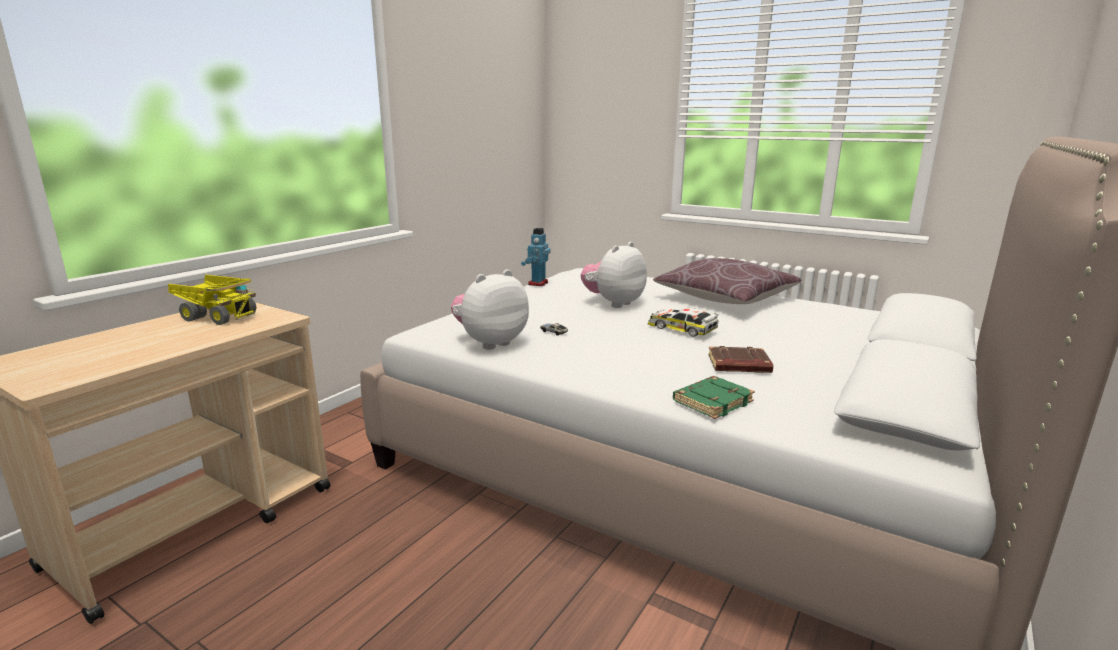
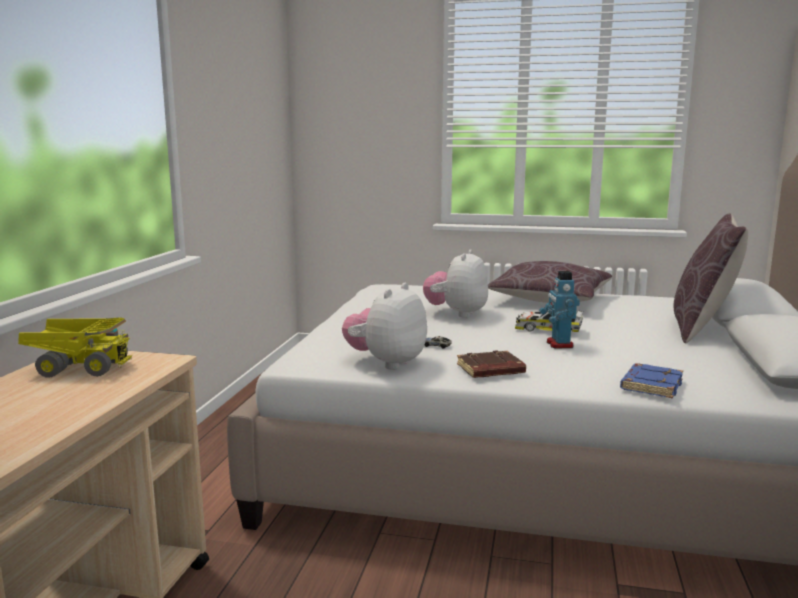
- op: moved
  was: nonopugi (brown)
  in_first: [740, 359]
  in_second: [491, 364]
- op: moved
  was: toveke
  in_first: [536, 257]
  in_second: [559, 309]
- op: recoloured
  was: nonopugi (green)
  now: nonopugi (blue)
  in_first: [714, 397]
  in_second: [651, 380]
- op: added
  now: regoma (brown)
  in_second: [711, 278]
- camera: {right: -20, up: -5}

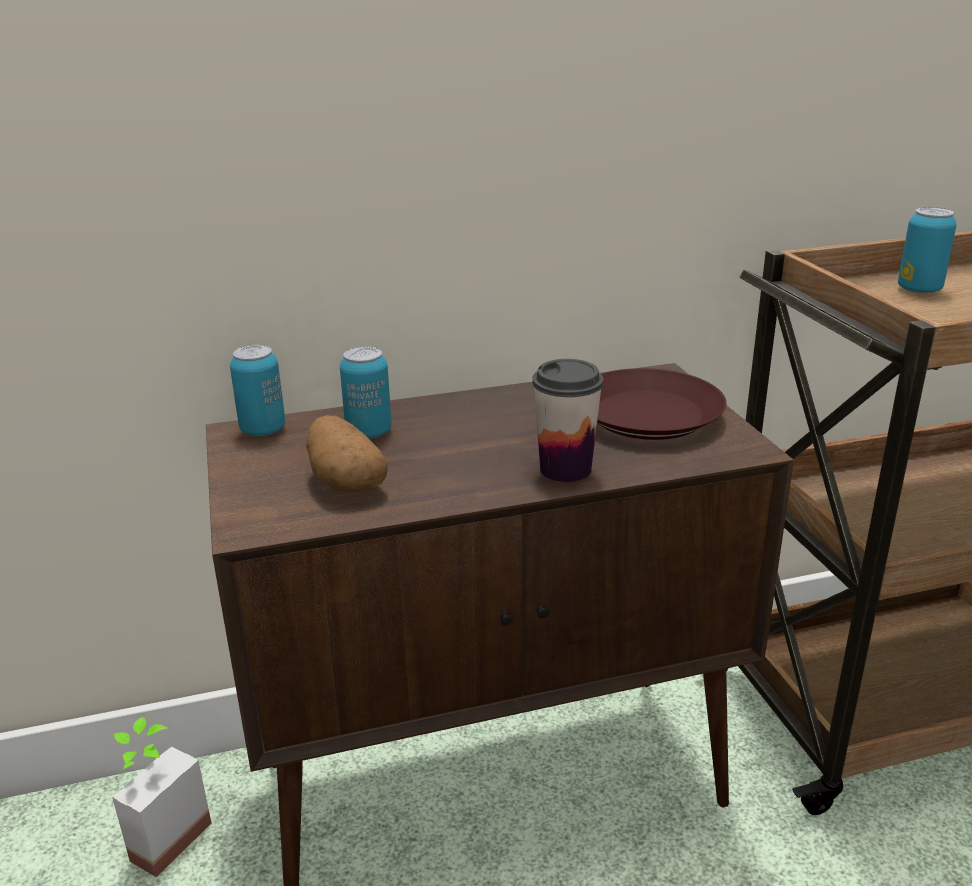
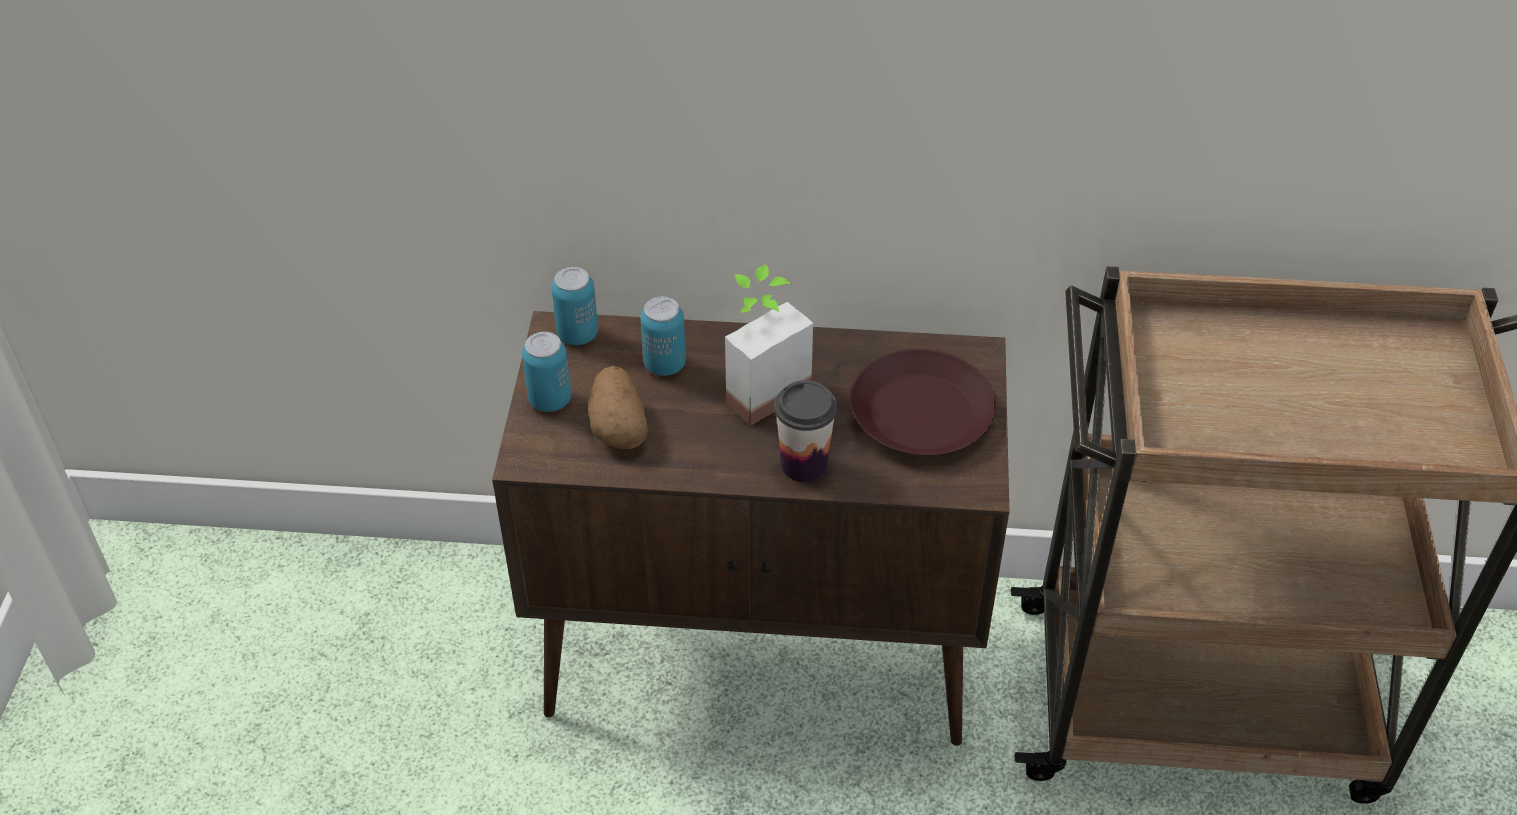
- op: moved
  was: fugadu
  in_first: [927, 250]
  in_second: [546, 372]
- op: moved
  was: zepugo
  in_first: [161, 797]
  in_second: [769, 344]
- camera: {right: 20, up: 20}

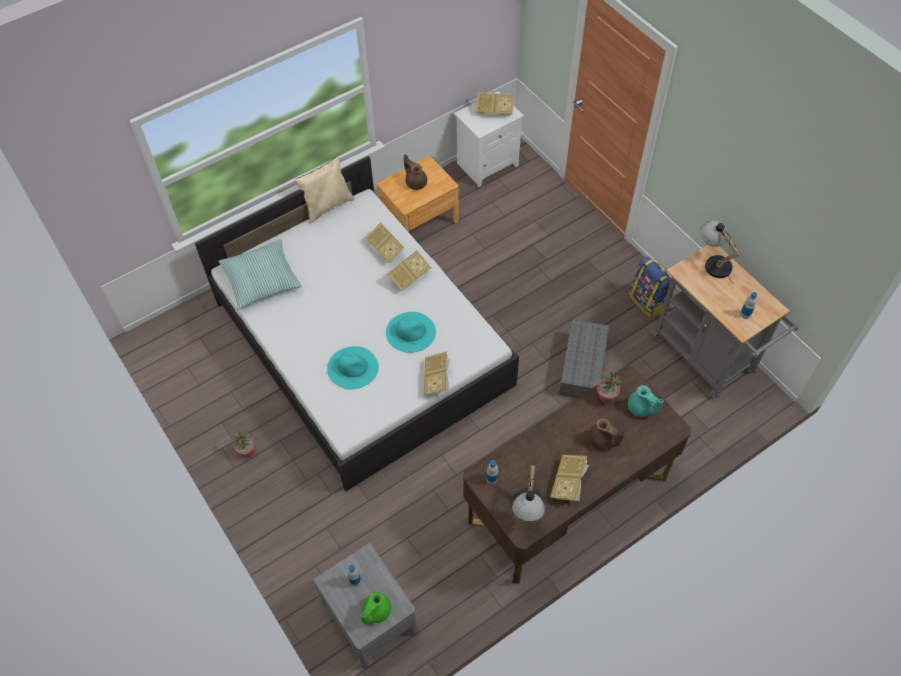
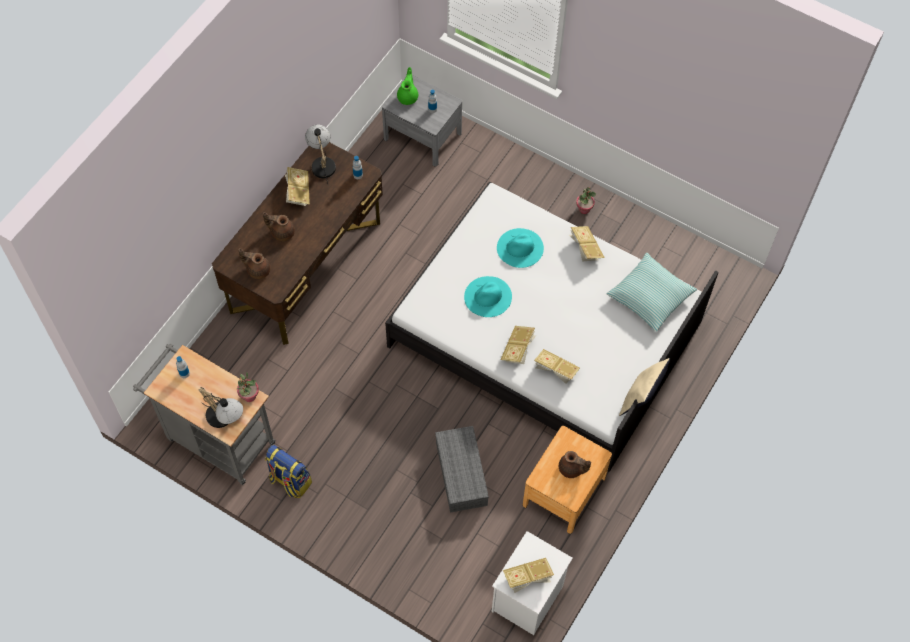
- op: moved
  was: zepugo
  in_first: [609, 388]
  in_second: [248, 387]
- op: recoloured
  was: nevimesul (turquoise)
  now: nevimesul (brown)
  in_first: [646, 401]
  in_second: [255, 263]
- op: moved
  was: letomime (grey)
  in_first: [584, 358]
  in_second: [462, 469]
- op: moved
  was: nonopugi
  in_first: [437, 373]
  in_second: [587, 243]
- camera: {right: 155, up: 5}

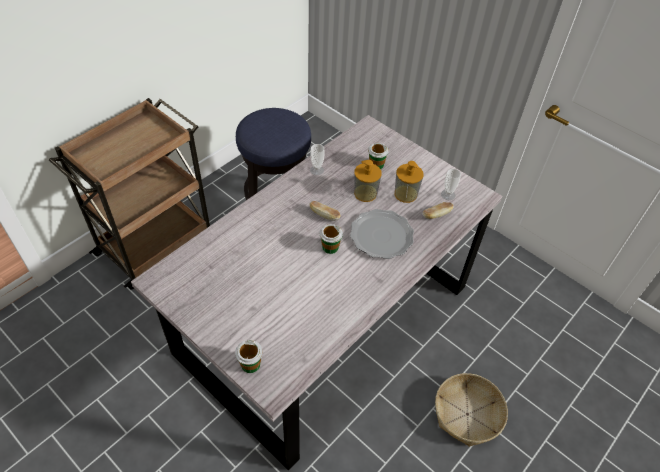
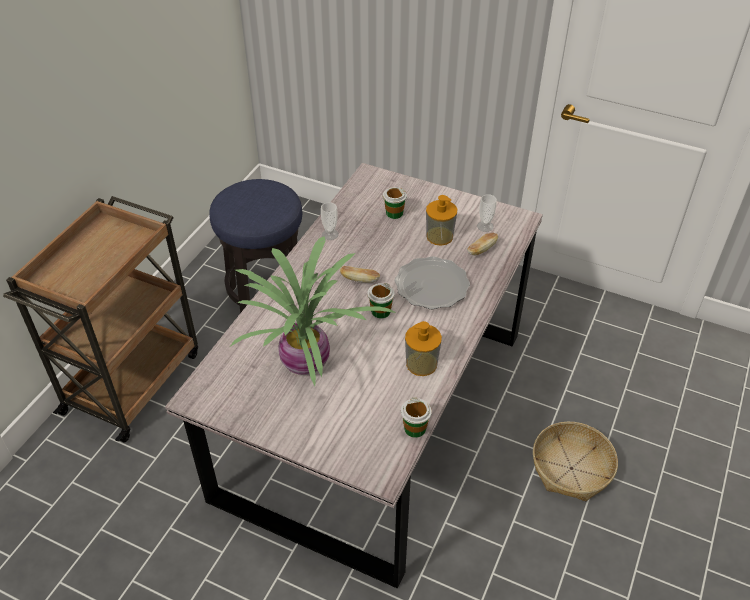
- op: added
  now: zepugo
  in_second: [313, 311]
- op: moved
  was: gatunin
  in_first: [249, 356]
  in_second: [416, 417]
- op: moved
  was: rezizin
  in_first: [368, 181]
  in_second: [423, 348]
- camera: {right: -15, up: -5}

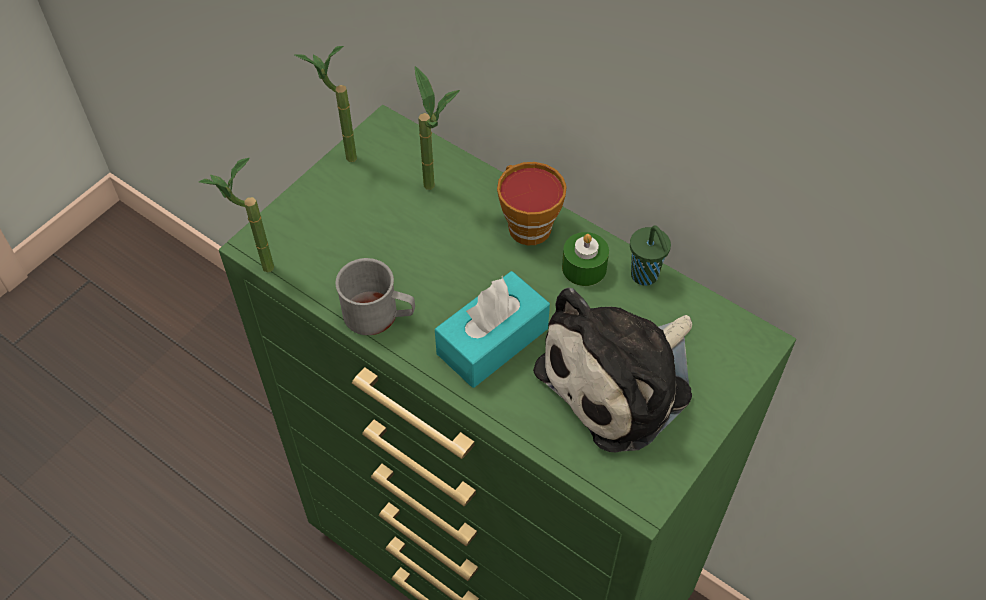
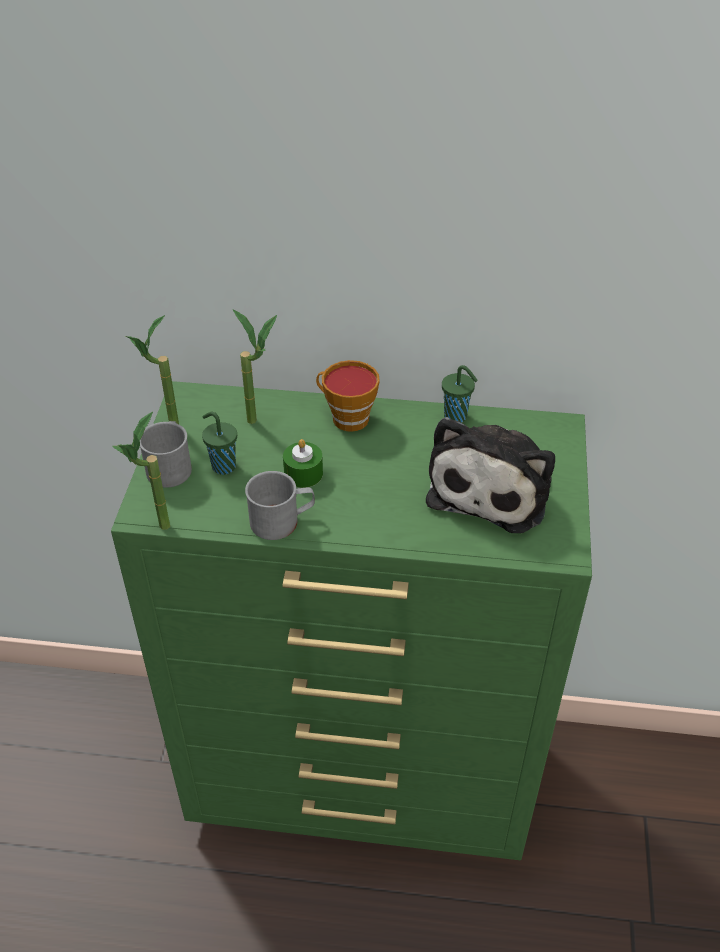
- op: added
  now: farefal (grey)
  in_second: [166, 454]
- op: added
  now: gatunin (green)
  in_second: [219, 443]
- op: moved
  was: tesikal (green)
  in_first: [585, 259]
  in_second: [303, 463]
- op: removed
  was: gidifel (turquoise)
  in_first: [492, 329]
- camera: {right: -30, up: -10}

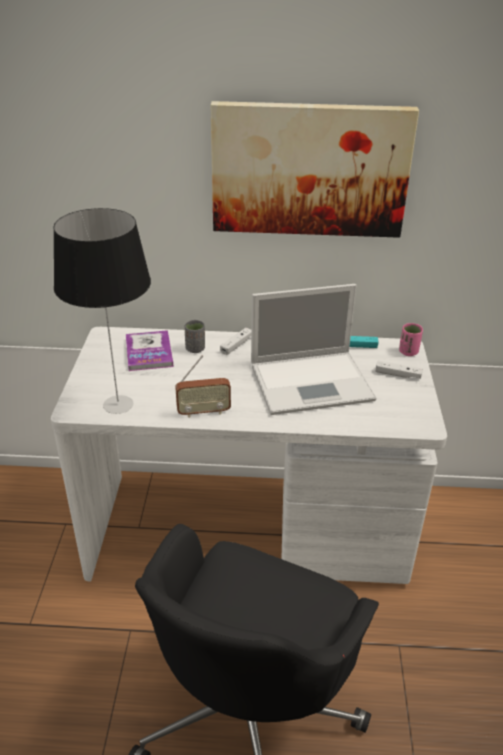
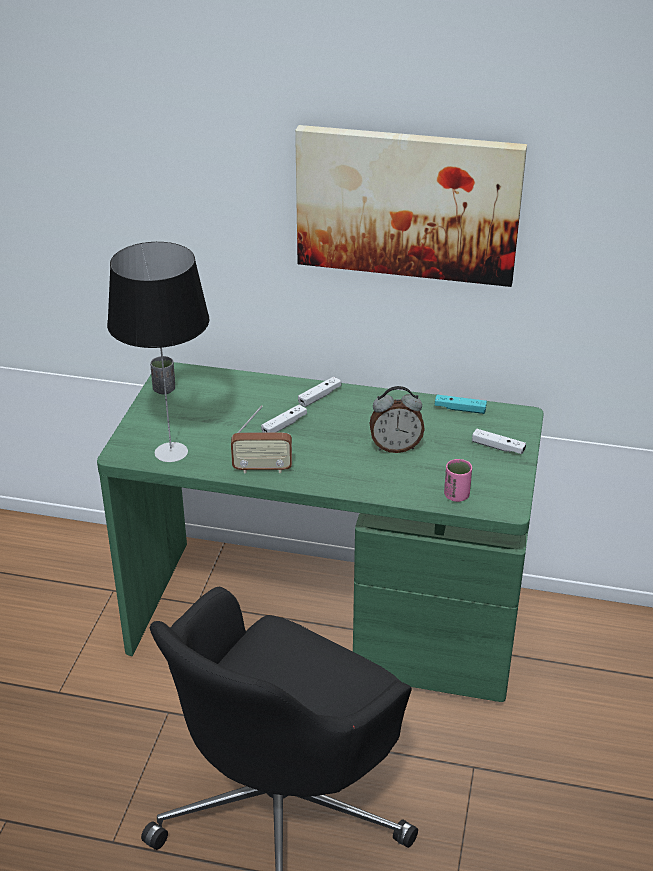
- op: recoloured
  was: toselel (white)
  now: toselel (green)
  in_first: [249, 455]
  in_second: [320, 532]
- op: moved
  was: gatunin (grey)
  in_first: [195, 336]
  in_second: [162, 375]
- op: added
  now: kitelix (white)
  in_second: [284, 419]
- op: replaced
  was: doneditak
  now: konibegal
  in_first: [313, 349]
  in_second: [397, 419]
- op: moved
  was: gatunin (pink)
  in_first: [411, 339]
  in_second: [458, 480]
- op: removed
  was: nonopugi
  in_first: [149, 350]
- camera: {right: 10, up: 0}

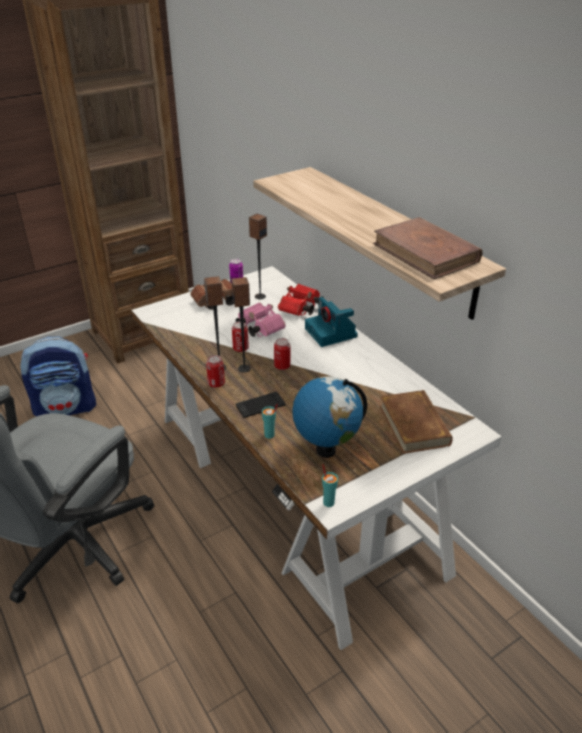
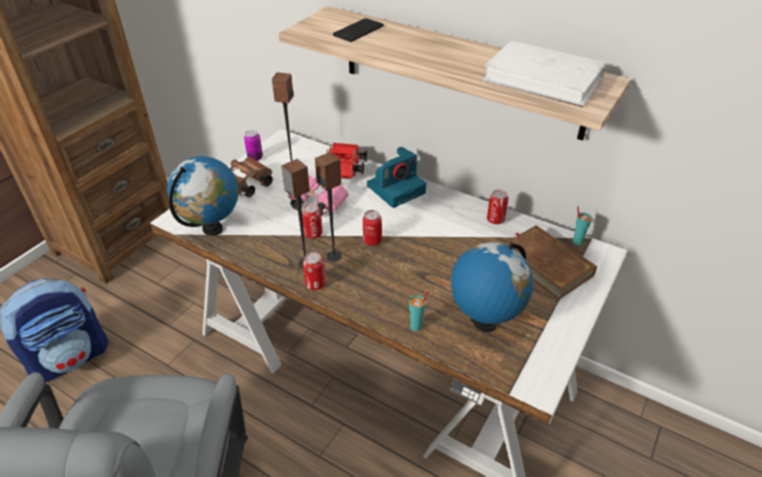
- op: added
  now: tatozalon
  in_second: [203, 196]
- op: moved
  was: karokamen
  in_first: [260, 405]
  in_second: [358, 30]
- op: turned
  was: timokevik
  in_first: [331, 322]
  in_second: [396, 177]
  clockwise: -75
- op: recoloured
  was: nonopugi (brown)
  now: nonopugi (white)
  in_first: [428, 248]
  in_second: [544, 74]
- op: added
  now: fugadu
  in_second: [497, 207]
- op: moved
  was: gatunin (turquoise)
  in_first: [330, 485]
  in_second: [582, 226]
- camera: {right: -25, up: 5}

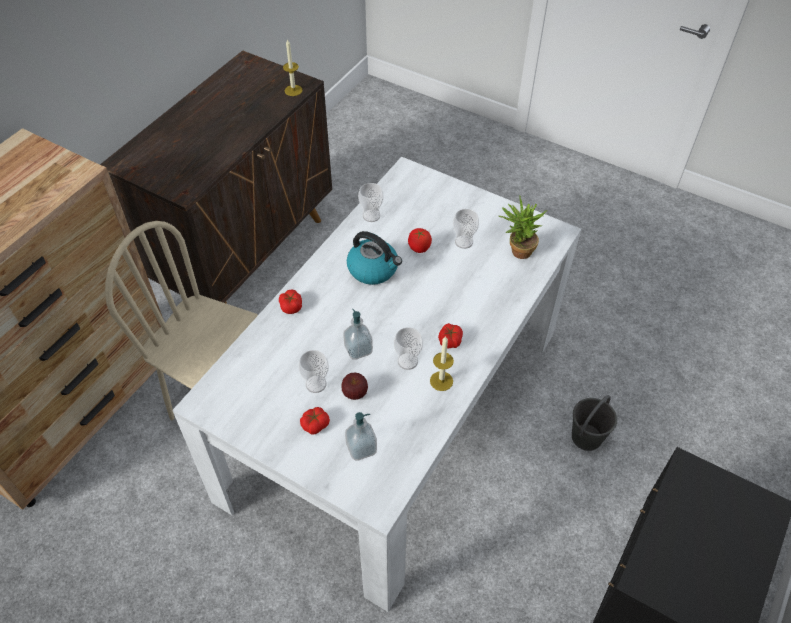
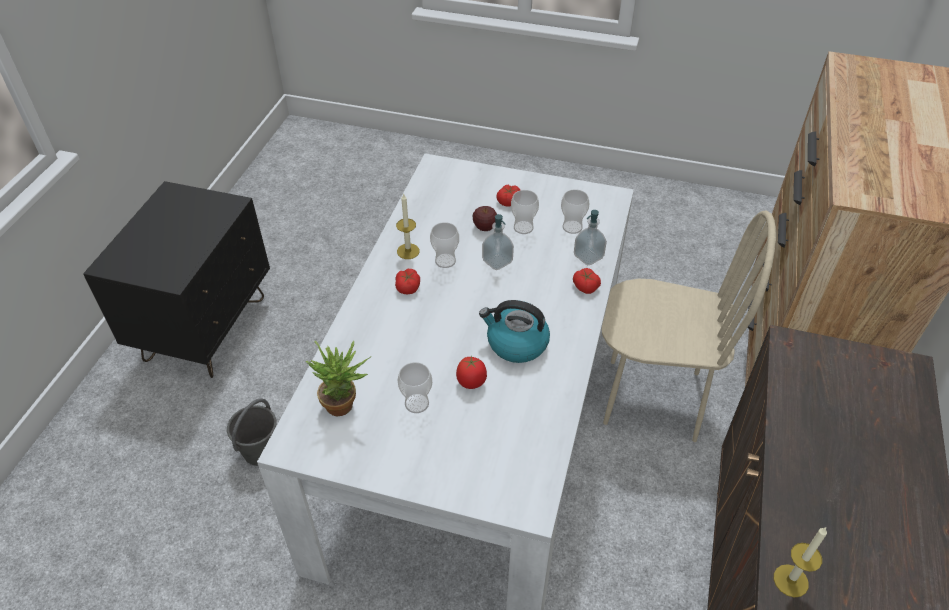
- op: moved
  was: gatunin
  in_first: [370, 202]
  in_second: [575, 211]
- op: moved
  was: rezizin
  in_first: [361, 436]
  in_second: [590, 237]
- camera: {right: 165, up: -5}

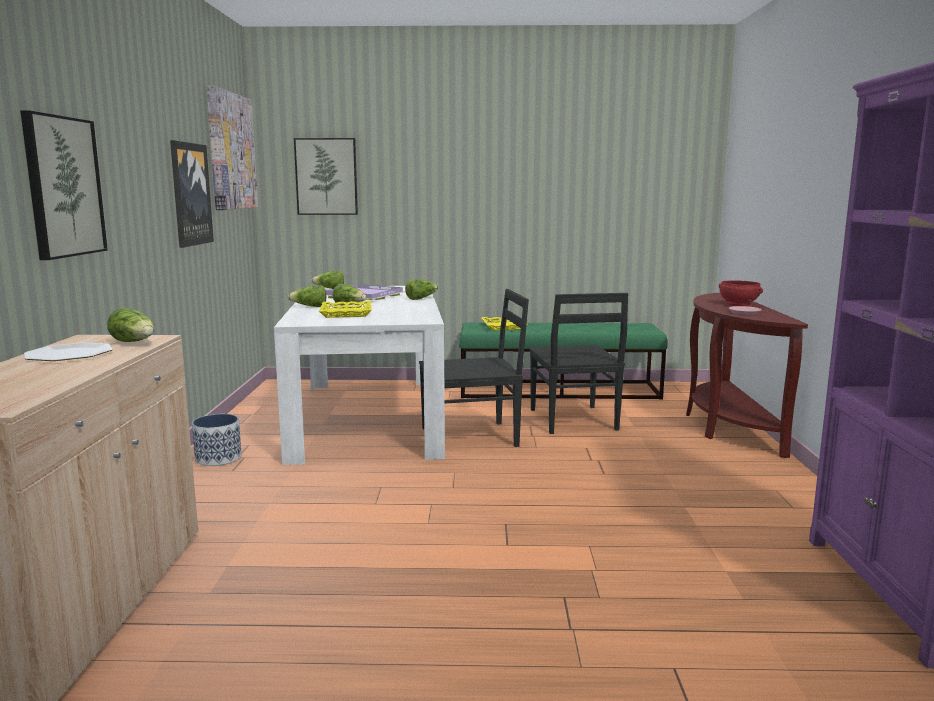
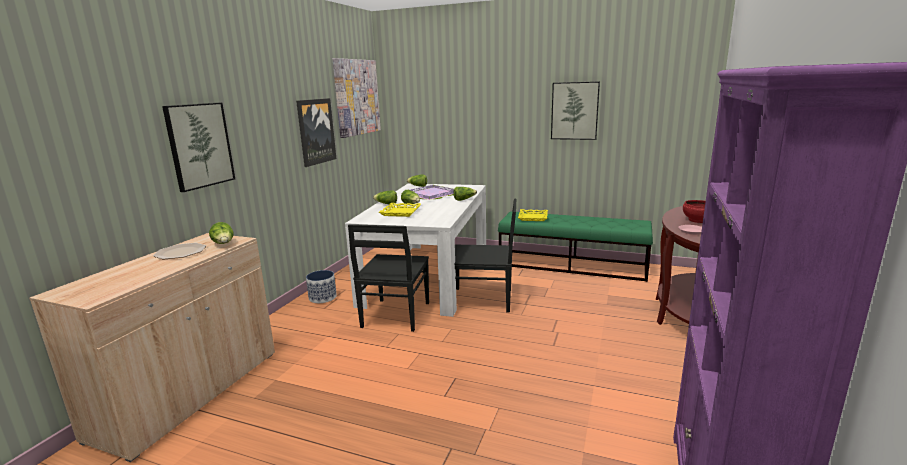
- op: moved
  was: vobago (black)
  in_first: [578, 363]
  in_second: [388, 278]
- op: moved
  was: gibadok
  in_first: [326, 176]
  in_second: [575, 110]
- camera: {right: 20, up: 5}

